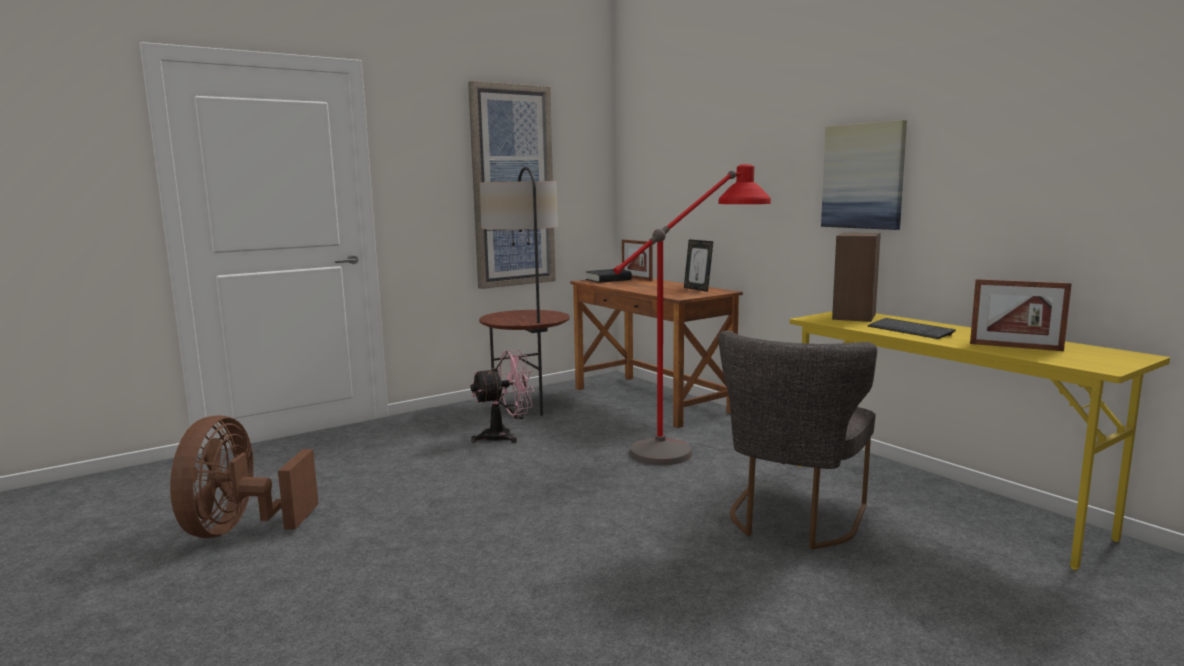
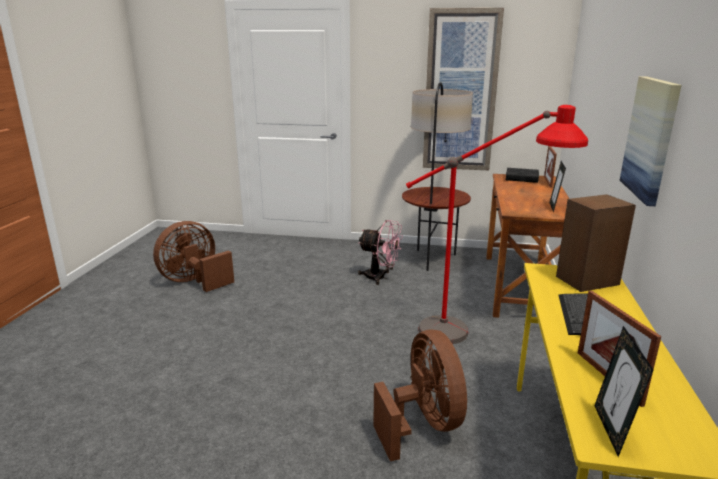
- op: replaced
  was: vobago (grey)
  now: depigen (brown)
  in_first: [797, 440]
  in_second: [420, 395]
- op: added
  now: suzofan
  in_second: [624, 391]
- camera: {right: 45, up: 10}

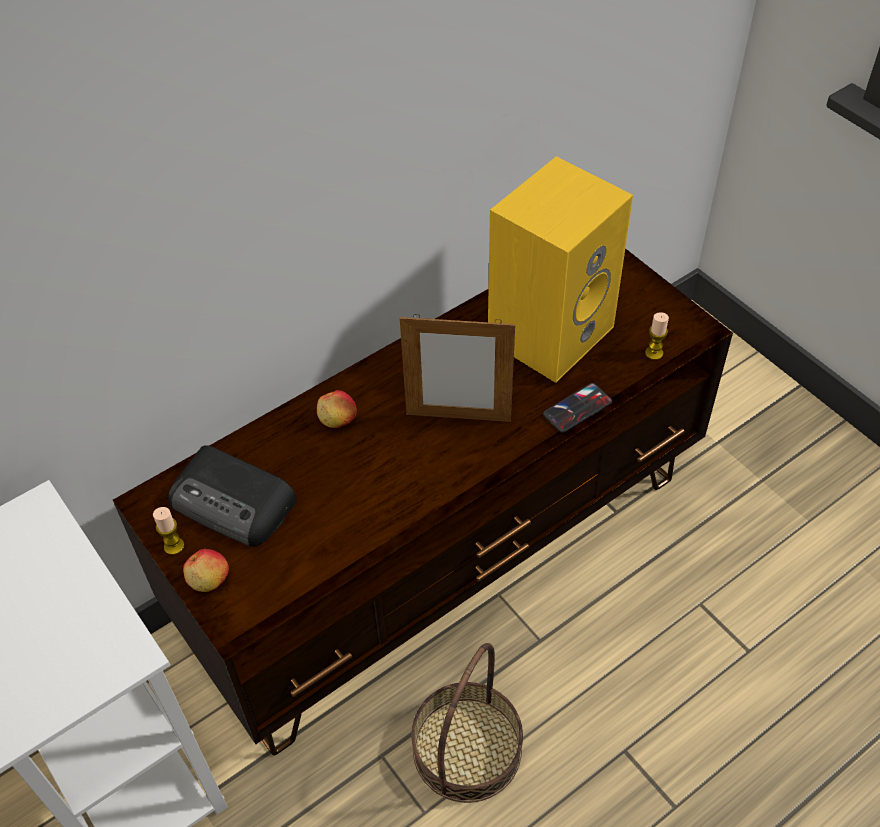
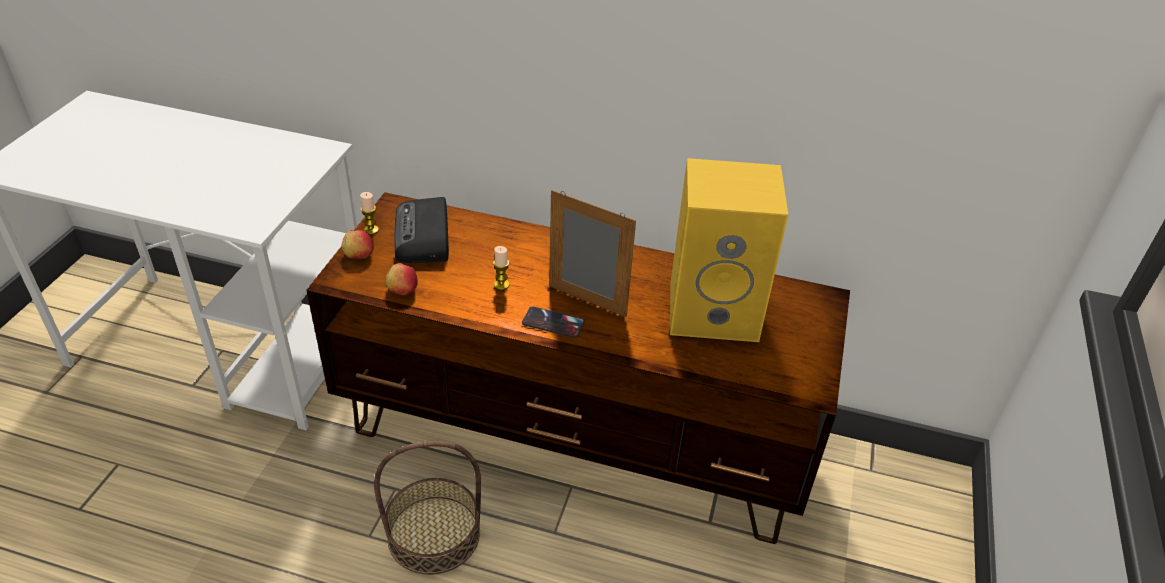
- op: moved
  was: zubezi
  in_first: [337, 409]
  in_second: [402, 279]
- op: moved
  was: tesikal
  in_first: [657, 336]
  in_second: [501, 268]
- op: moved
  was: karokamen
  in_first: [577, 408]
  in_second: [553, 322]
- op: turned
  was: suzofan
  in_first: [457, 368]
  in_second: [592, 253]
  clockwise: 150
- camera: {right: 50, up: -10}

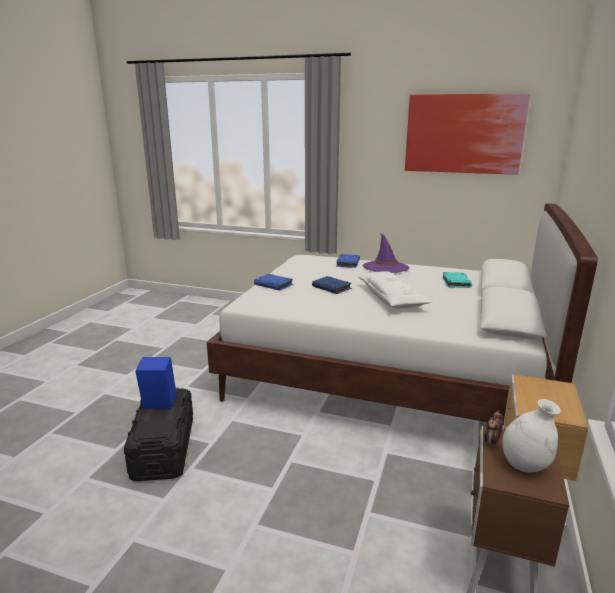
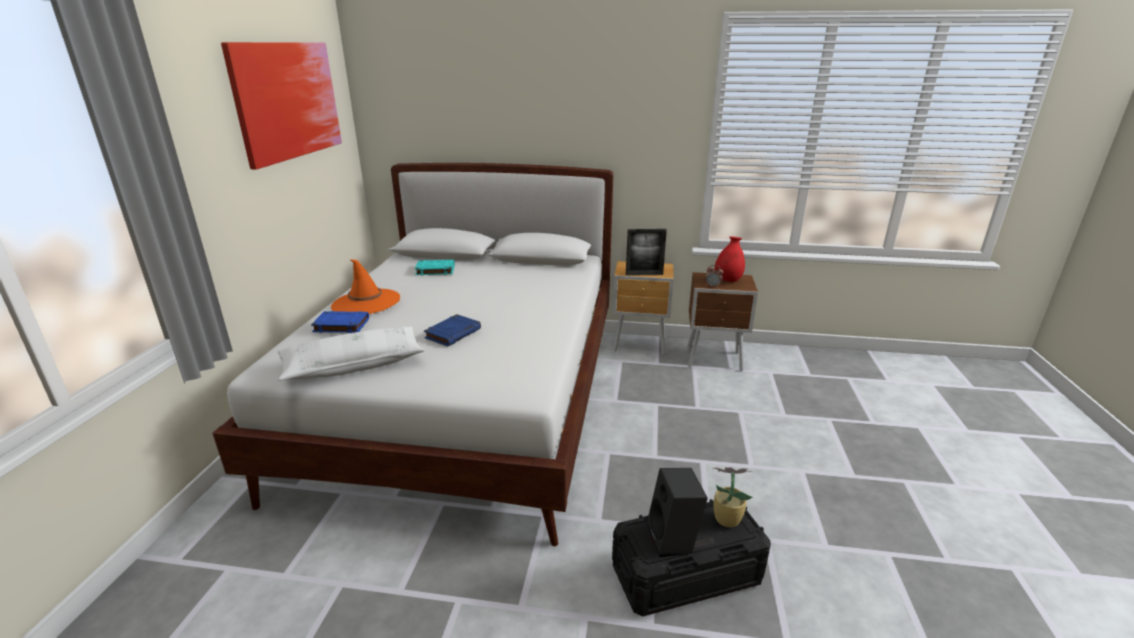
- op: moved
  was: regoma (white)
  in_first: [394, 289]
  in_second: [351, 354]
- op: recoloured
  was: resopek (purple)
  now: resopek (orange)
  in_first: [386, 253]
  in_second: [365, 286]
- op: added
  now: suzofan
  in_second: [646, 252]
- op: recoloured
  was: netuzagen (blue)
  now: netuzagen (black)
  in_first: [156, 383]
  in_second: [677, 512]
- op: added
  now: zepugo
  in_second: [732, 497]
- op: recoloured
  was: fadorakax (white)
  now: fadorakax (red)
  in_first: [532, 436]
  in_second: [730, 259]
- op: removed
  was: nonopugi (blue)
  in_first: [273, 282]
- camera: {right: -100, up: 5}

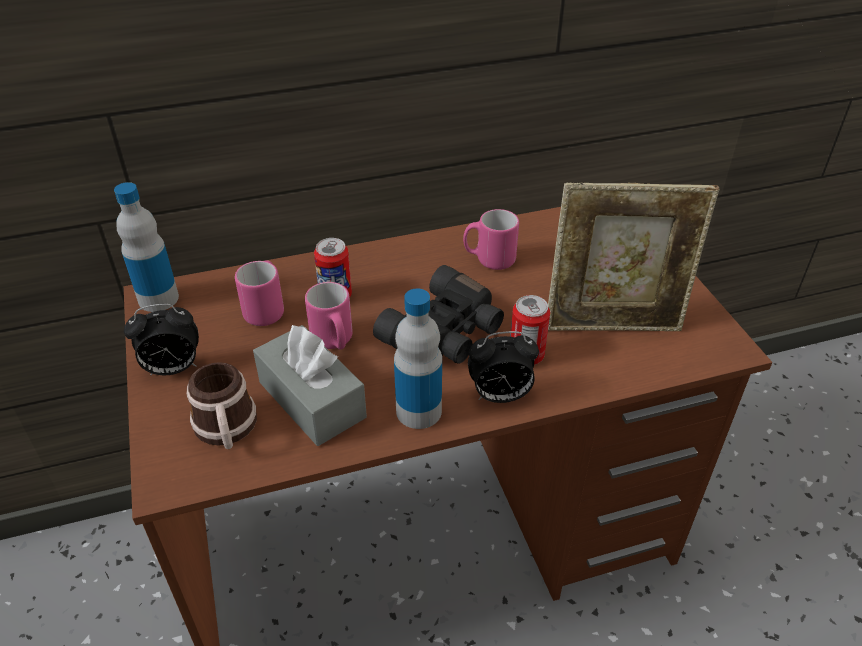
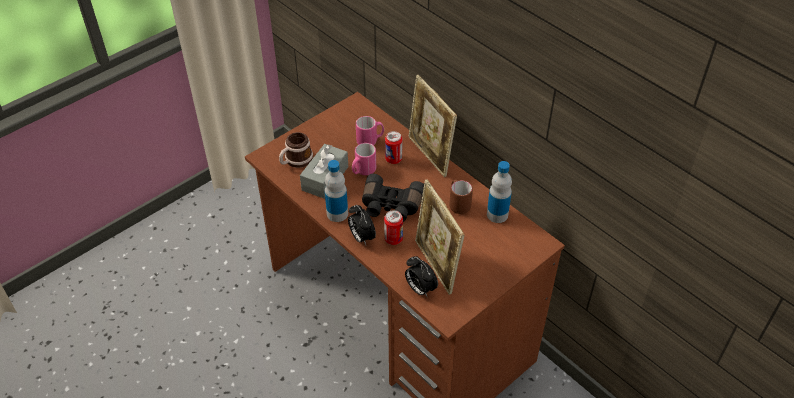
- op: moved
  was: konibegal
  in_first: [161, 339]
  in_second: [421, 276]
- op: added
  now: suzofan
  in_second: [432, 126]
- op: recoloured
  was: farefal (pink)
  now: farefal (brown)
  in_first: [491, 239]
  in_second: [461, 196]
- op: moved
  was: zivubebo
  in_first: [146, 247]
  in_second: [499, 192]
- camera: {right: 65, up: 5}

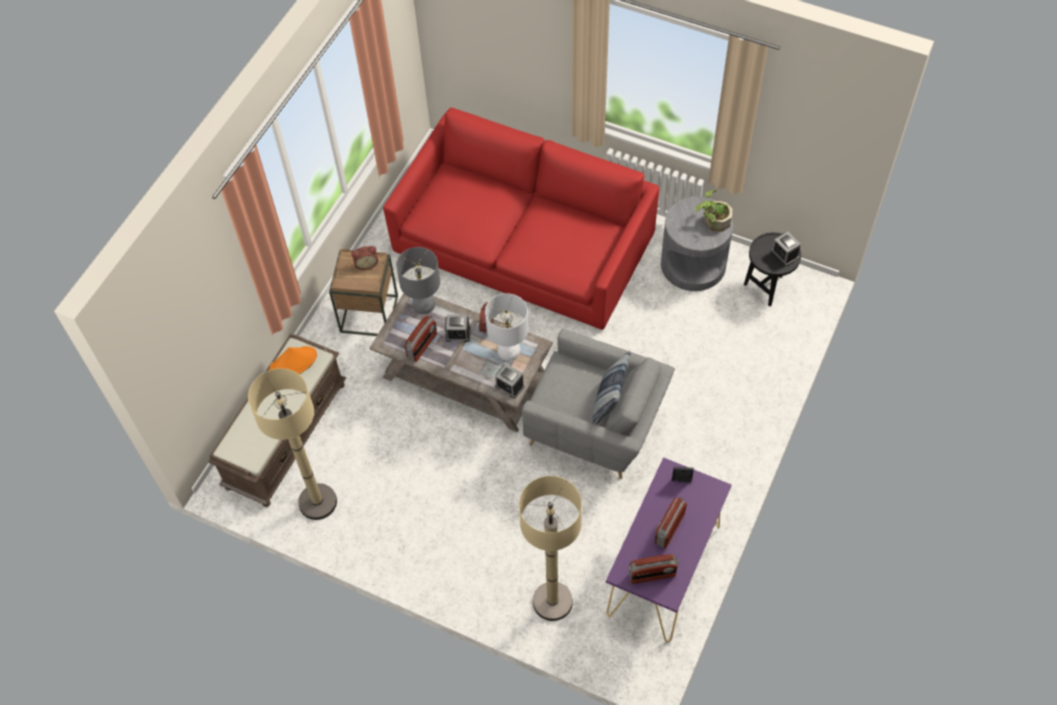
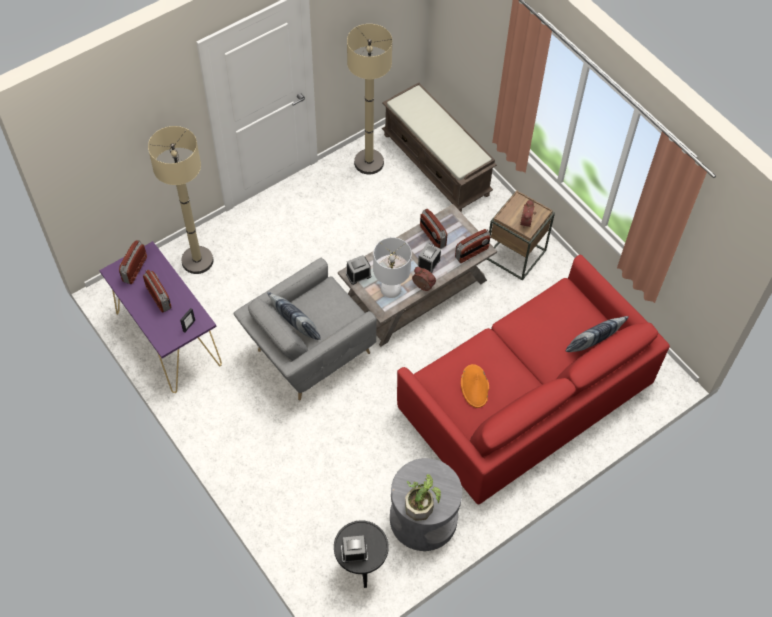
- op: replaced
  was: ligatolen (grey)
  now: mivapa
  in_first: [418, 280]
  in_second: [472, 246]
- op: moved
  was: resopek (orange)
  in_first: [293, 360]
  in_second: [475, 386]
- op: added
  now: regoma
  in_second: [597, 334]
- camera: {right: 115, up: 0}

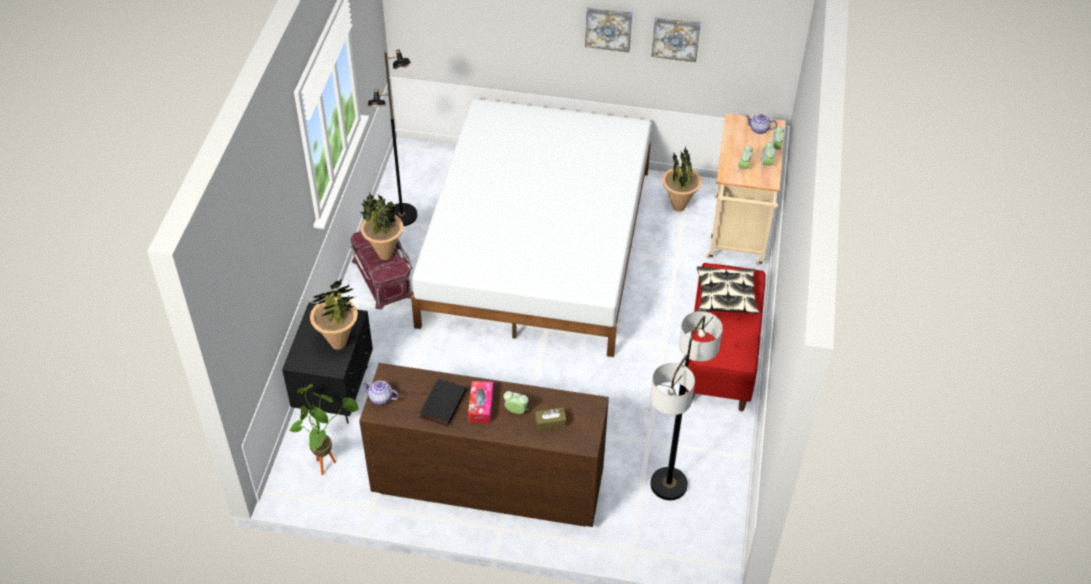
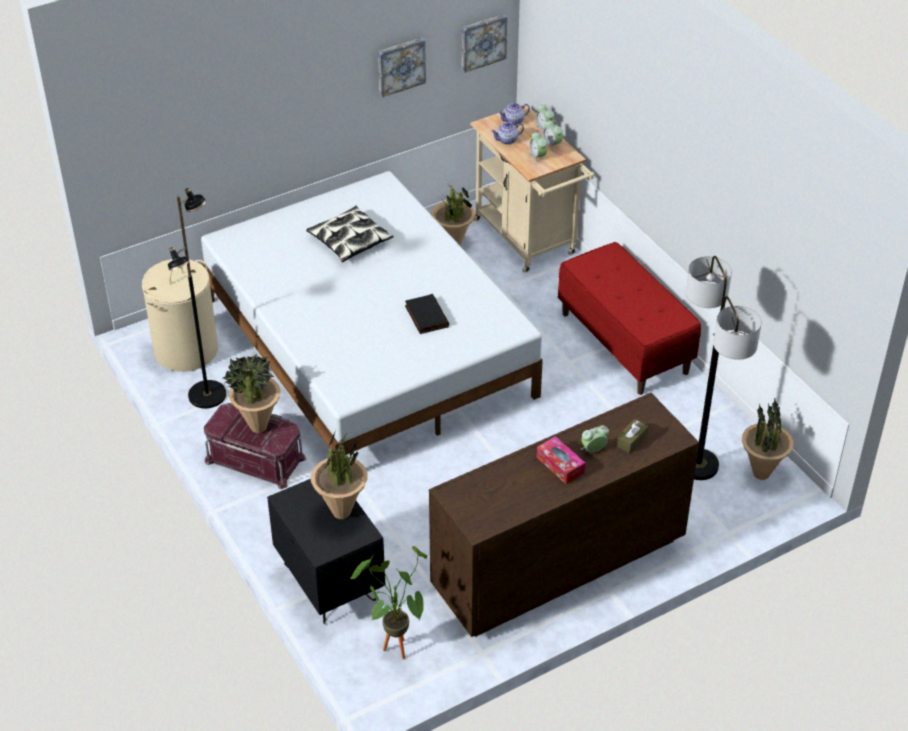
- op: added
  now: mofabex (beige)
  in_second: [180, 315]
- op: moved
  was: regoma
  in_first: [728, 290]
  in_second: [350, 234]
- op: moved
  was: nonopugi (black)
  in_first: [442, 402]
  in_second: [427, 314]
- op: moved
  was: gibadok
  in_first: [608, 29]
  in_second: [484, 43]
- op: moved
  was: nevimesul
  in_first: [380, 393]
  in_second: [507, 133]
- op: added
  now: zepugo
  in_second: [767, 439]
- camera: {right: -40, up: -5}

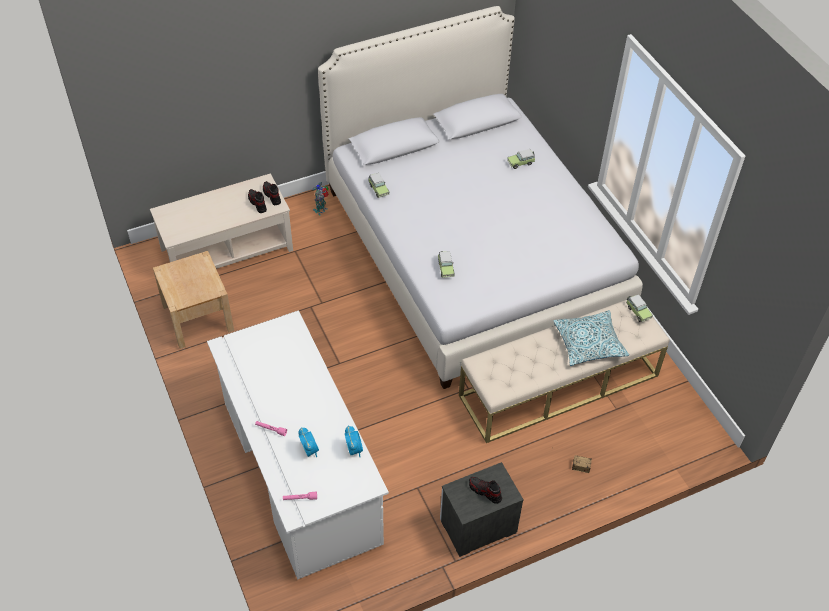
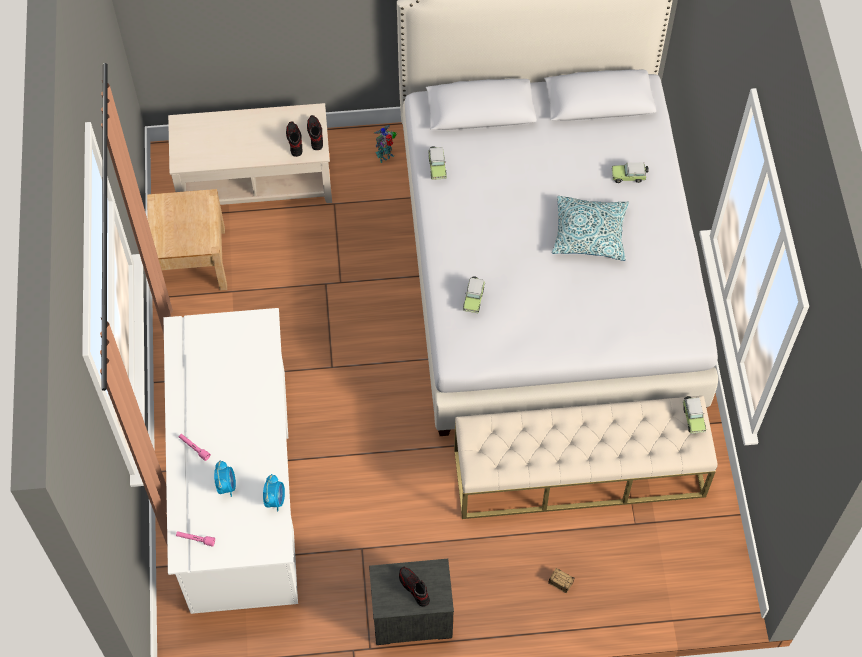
- op: moved
  was: regoma
  in_first: [591, 338]
  in_second: [590, 228]
- camera: {right: 20, up: 10}

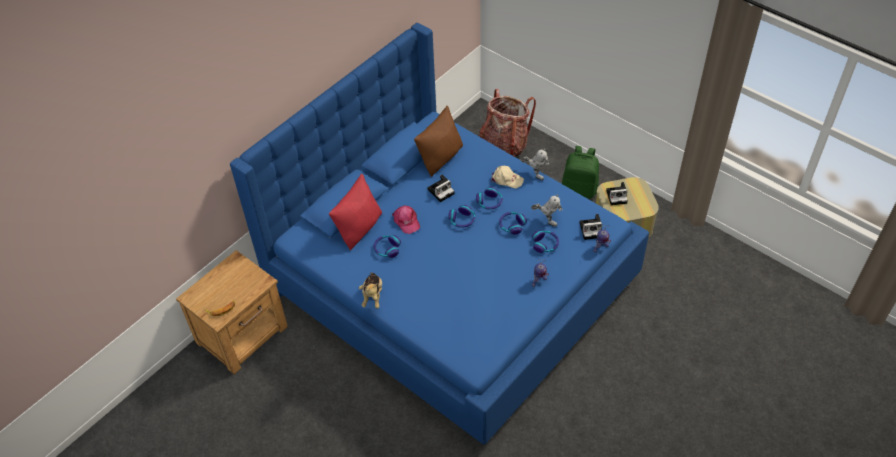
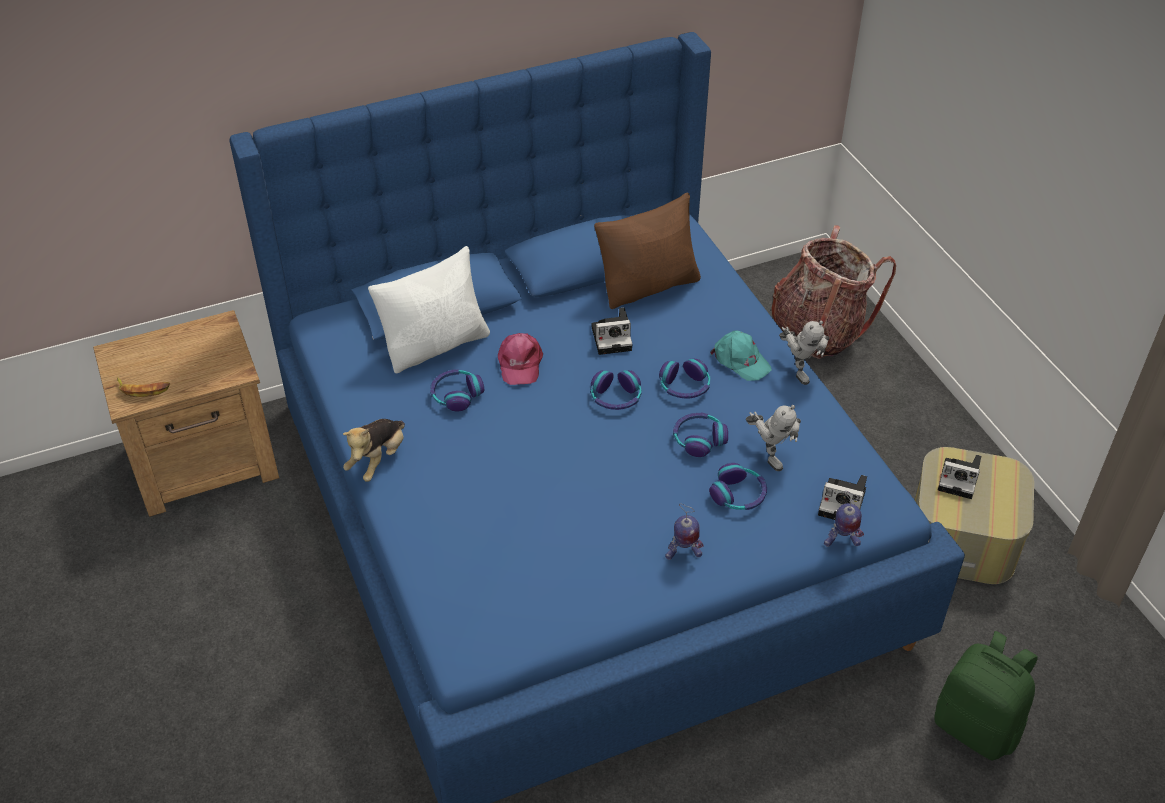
- op: recoloured
  was: regoma (red)
  now: regoma (white)
  in_first: [355, 212]
  in_second: [429, 309]
- op: recoloured
  was: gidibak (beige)
  now: gidibak (turquoise)
  in_first: [507, 177]
  in_second: [741, 356]
- op: moved
  was: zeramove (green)
  in_first: [580, 172]
  in_second: [986, 695]
- camera: {right: 25, up: -5}

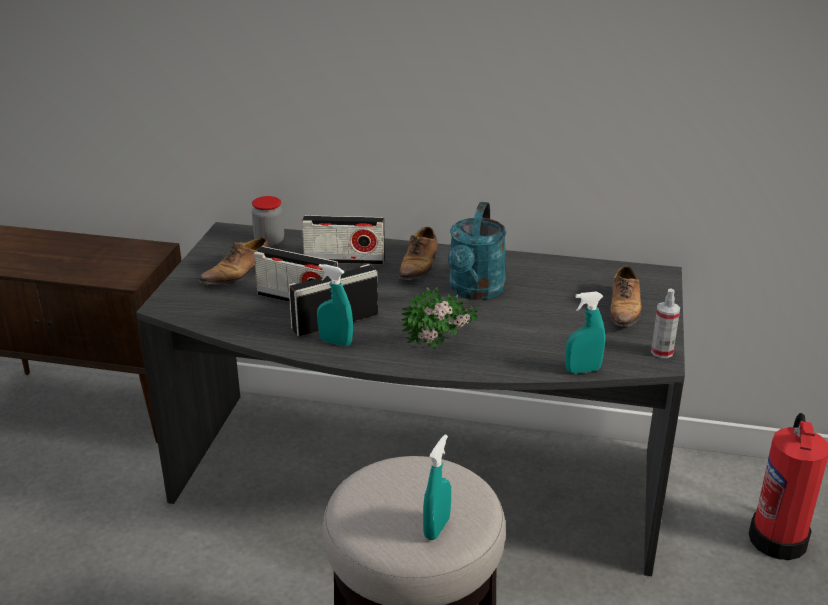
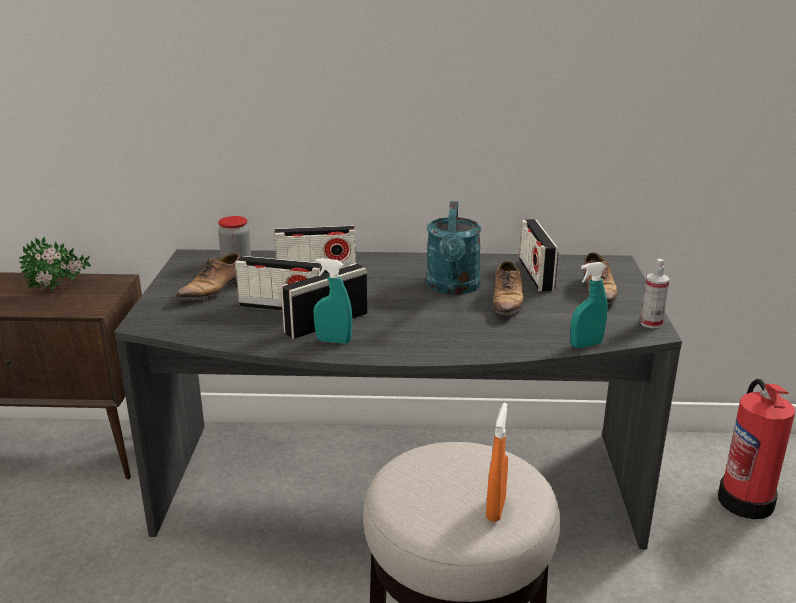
- op: moved
  was: zepugo
  in_first: [440, 318]
  in_second: [55, 264]
- op: recoloured
  was: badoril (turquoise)
  now: badoril (orange)
  in_first: [437, 487]
  in_second: [497, 462]
- op: moved
  was: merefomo
  in_first: [418, 253]
  in_second: [508, 291]
- op: added
  now: mivapa
  in_second: [538, 255]
- camera: {right: -10, up: -5}

